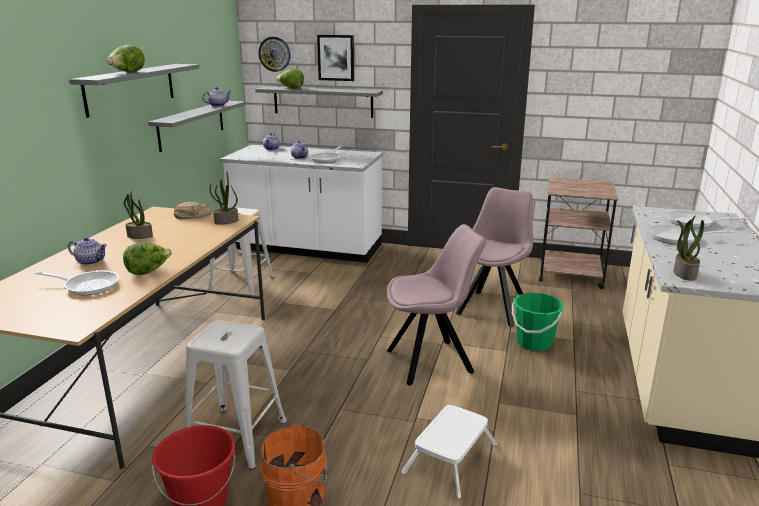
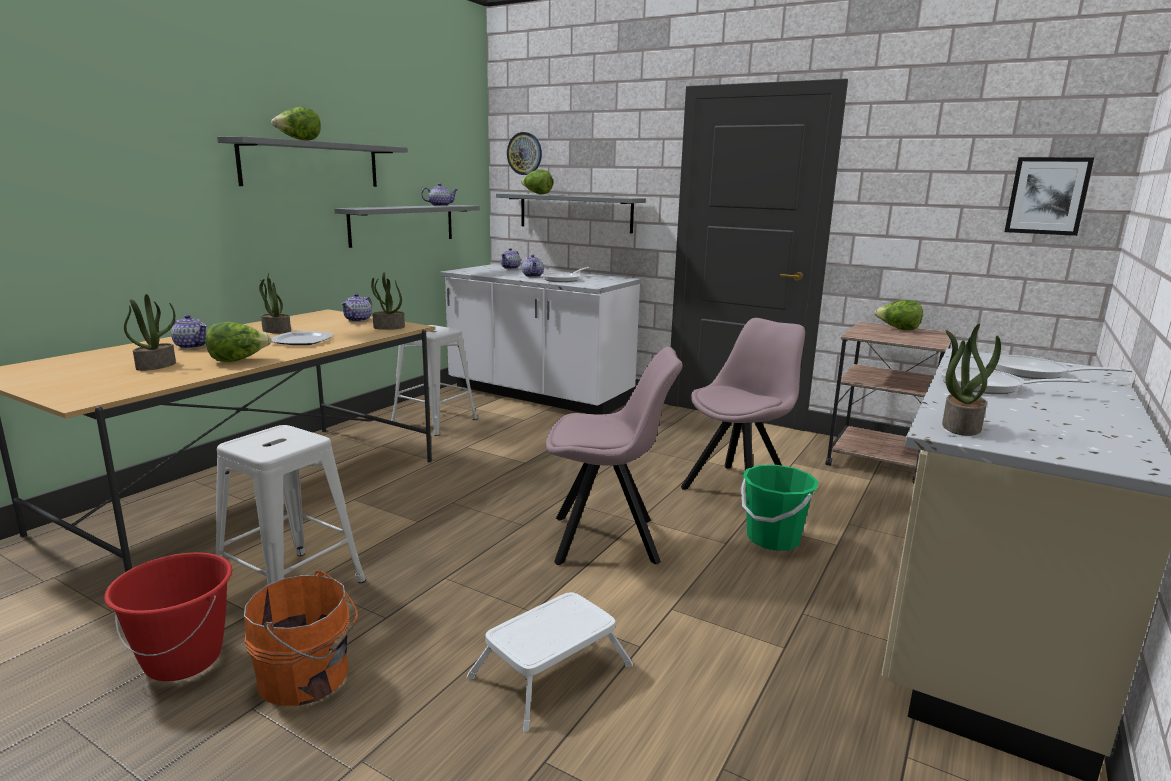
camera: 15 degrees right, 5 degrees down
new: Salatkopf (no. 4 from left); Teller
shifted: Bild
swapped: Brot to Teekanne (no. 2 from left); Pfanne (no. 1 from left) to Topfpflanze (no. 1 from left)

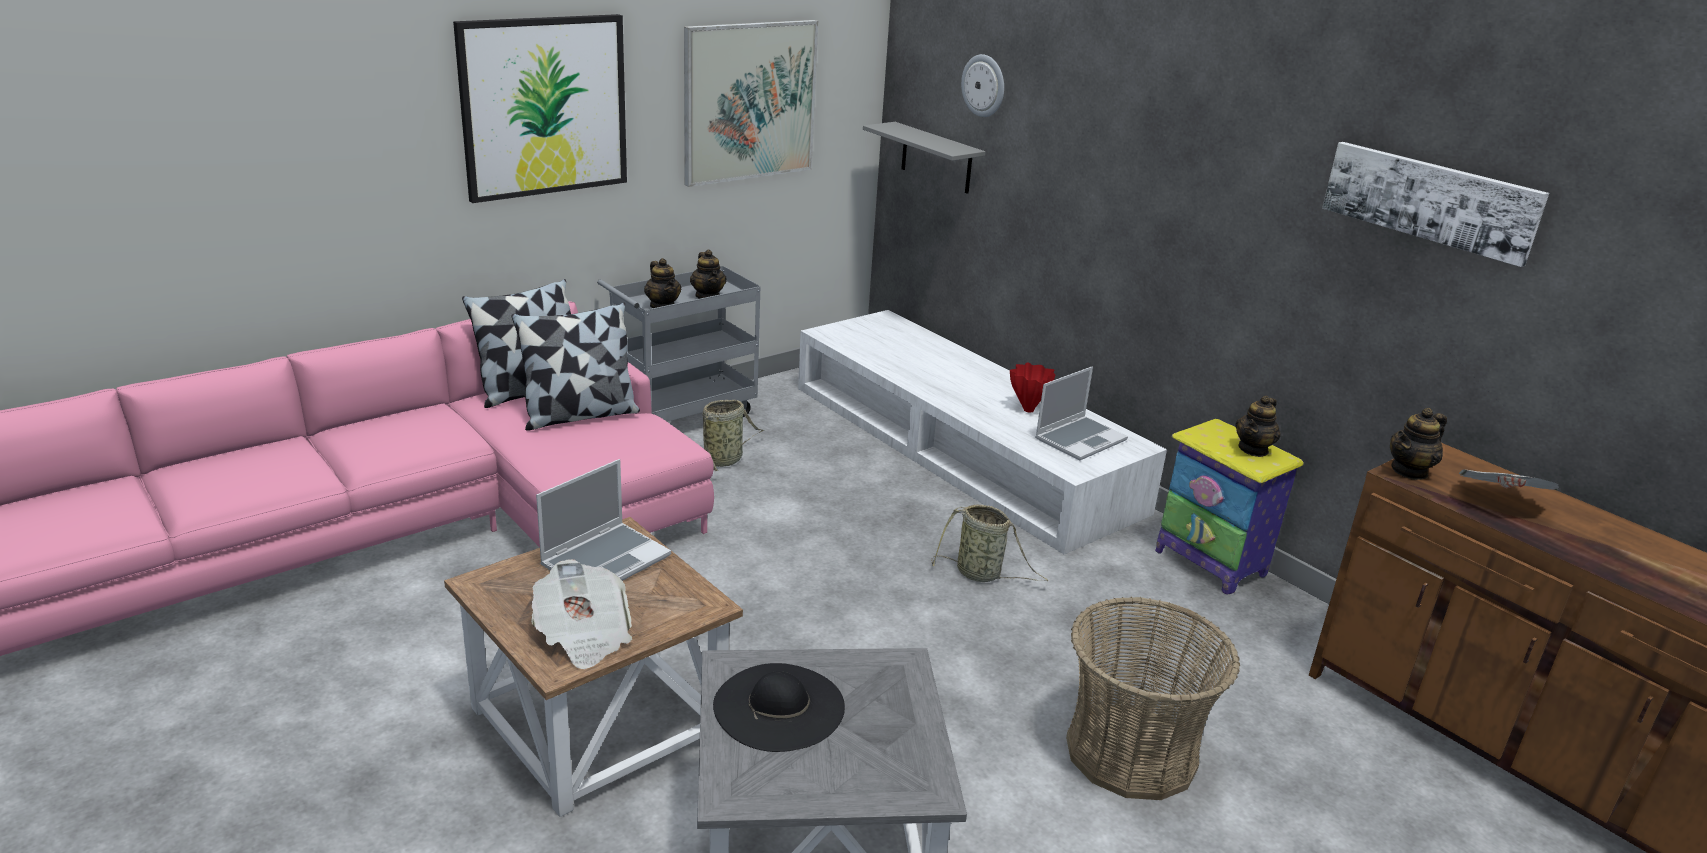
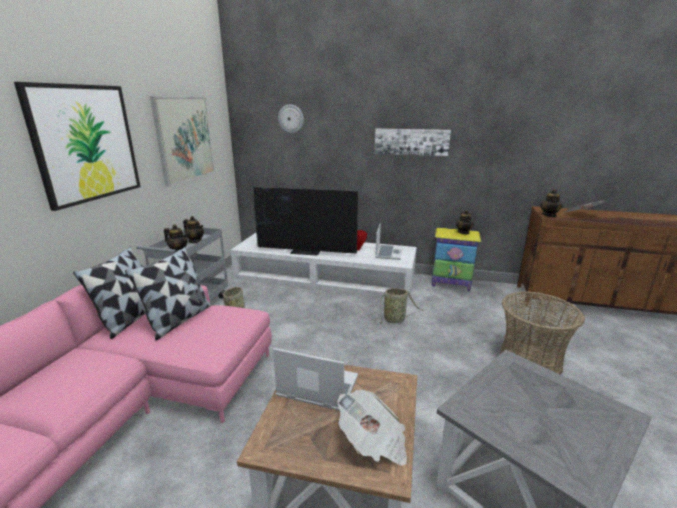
camera: 35 degrees left, 5 degrees down
gone: Wandregal/grau; Hut/schwarz
new: Fernseher
shifted: Bild (no. 3 from left)
rotated: Laptop (no. 1 from left) 75 degrees counterclockwise

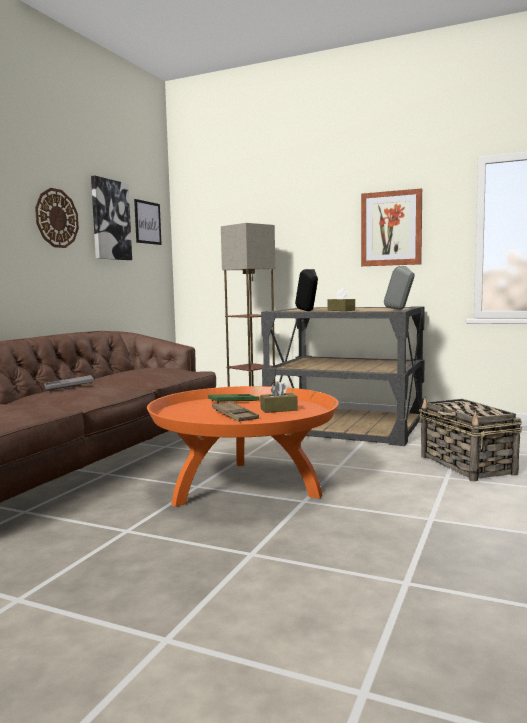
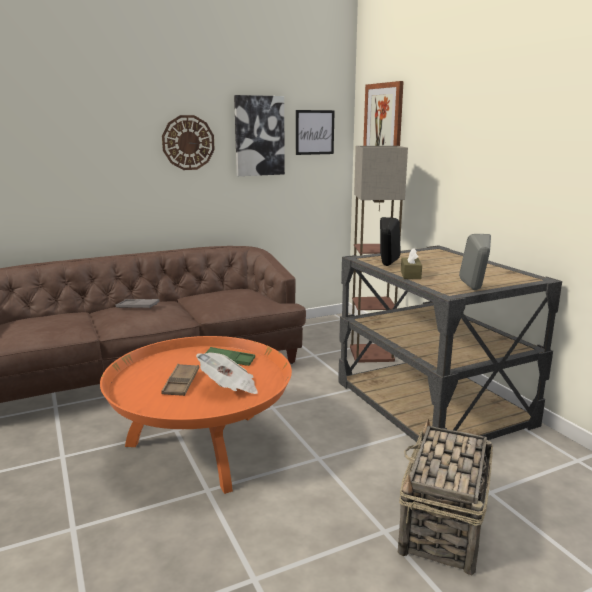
camera: 40 degrees right, 10 degrees up
shifted: Bild (no. 3 from left)
swapped: Taschentuchbox/braun (no. 1 from left) to Zeitung

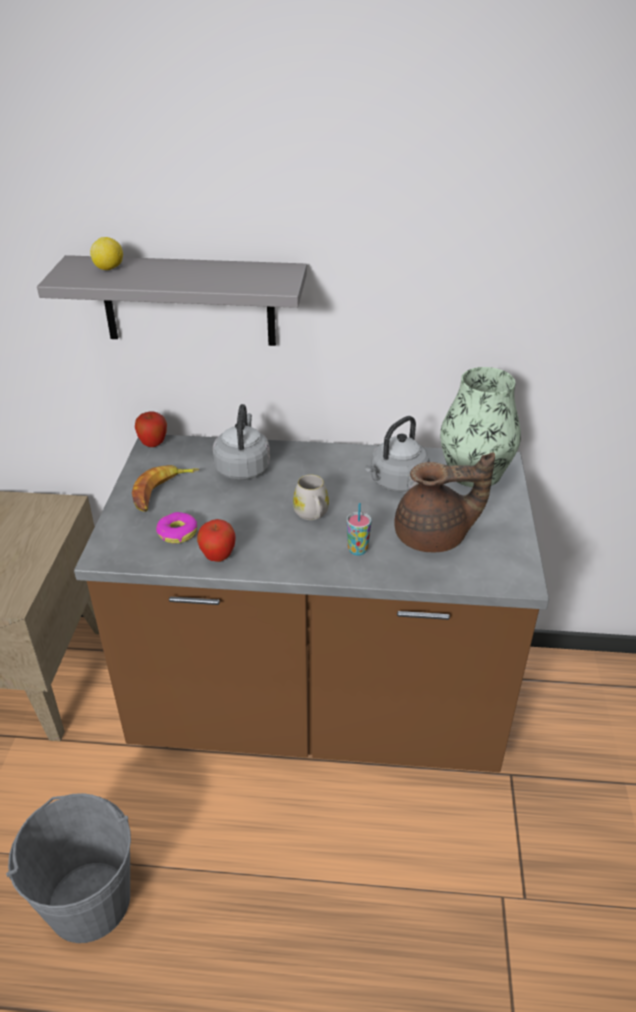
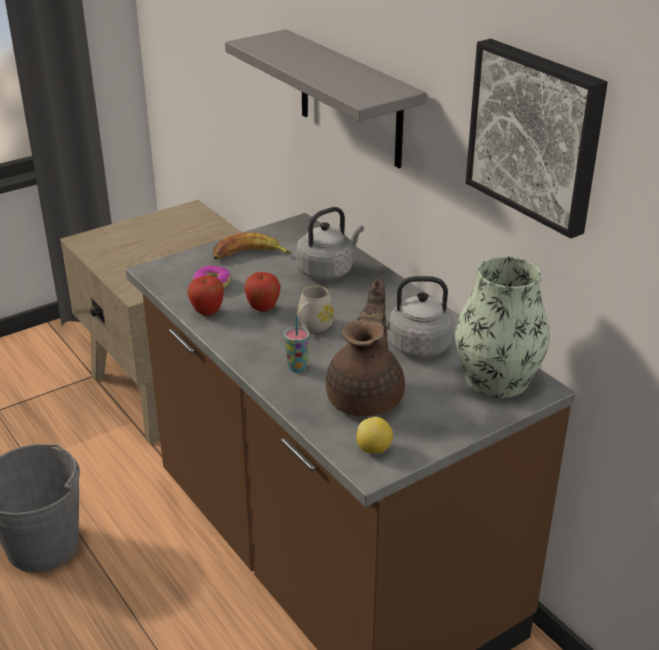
camera: 50 degrees right, 5 degrees down
new: Bild
shifted: Zitrone; Apfel (no. 1 from left in the first image) to Apfel (no. 2 from left)
rotated: Teekanne/braun 120 degrees counterclockwise

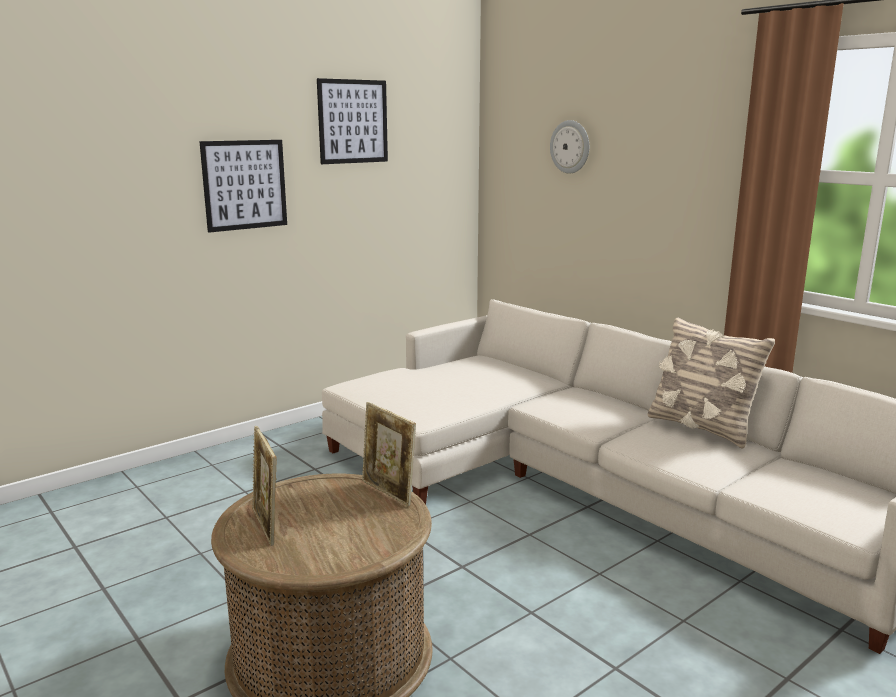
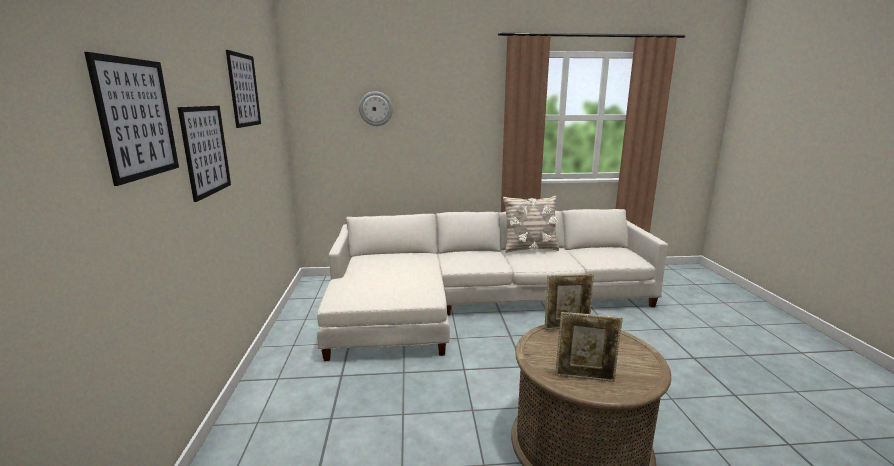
camera: 55 degrees left, 0 degrees up
new: Bild (no. 1 from left)

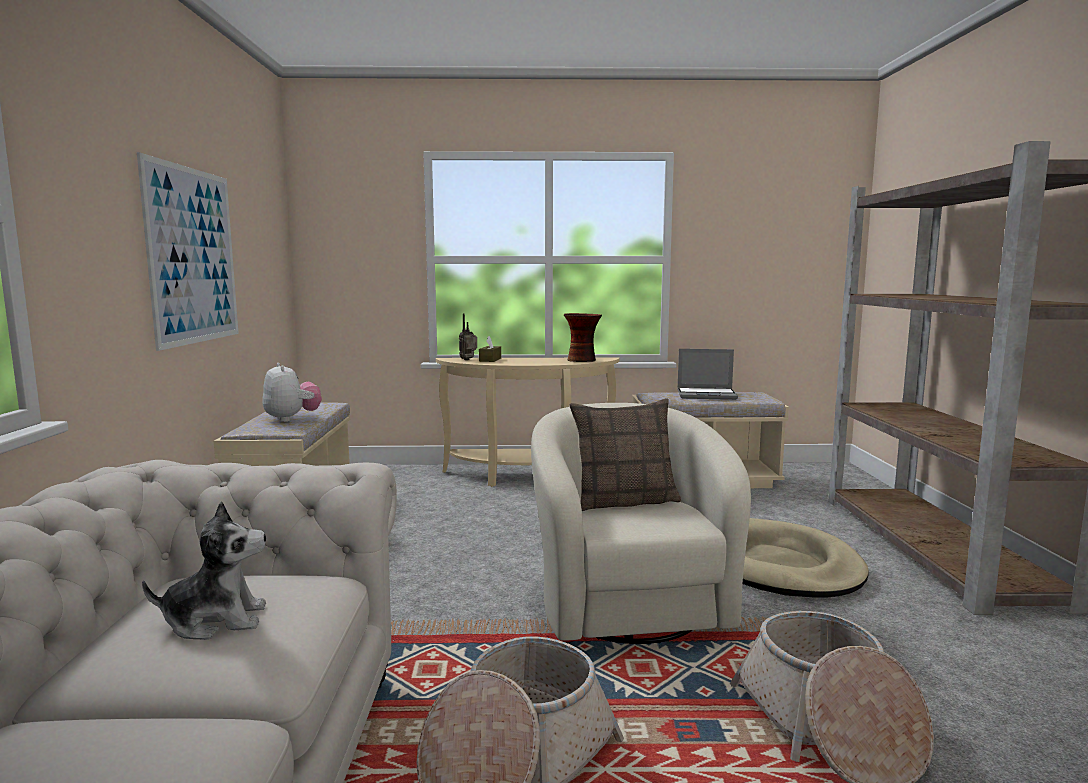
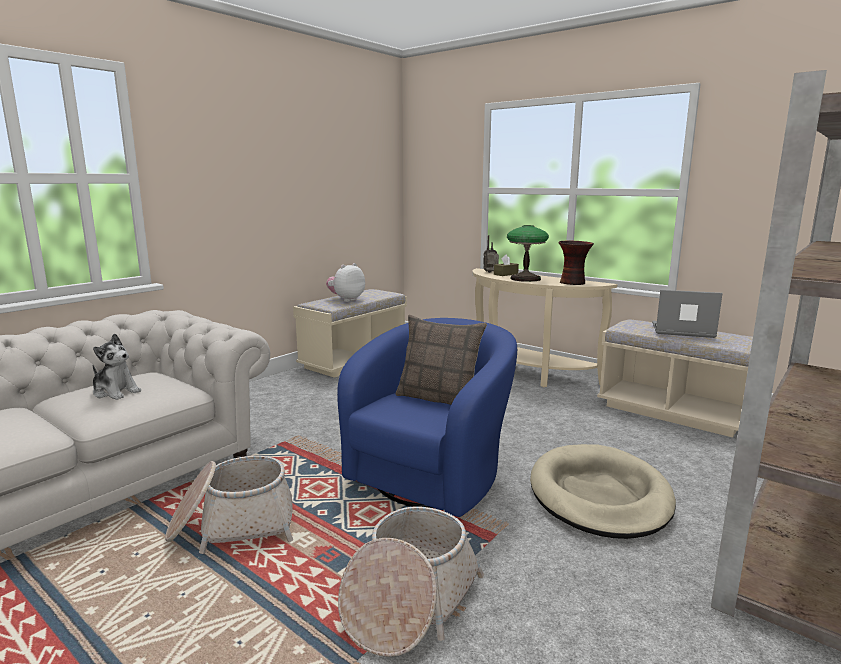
camera: 40 degrees right, 5 degrees up
gone: Bild
new: Tischlampe
repainted: Sessel/beige to Sessel/blau
rotated: Laptop 150 degrees clockwise; Plüschtier (no. 2 from left) 150 degrees counterclockwise

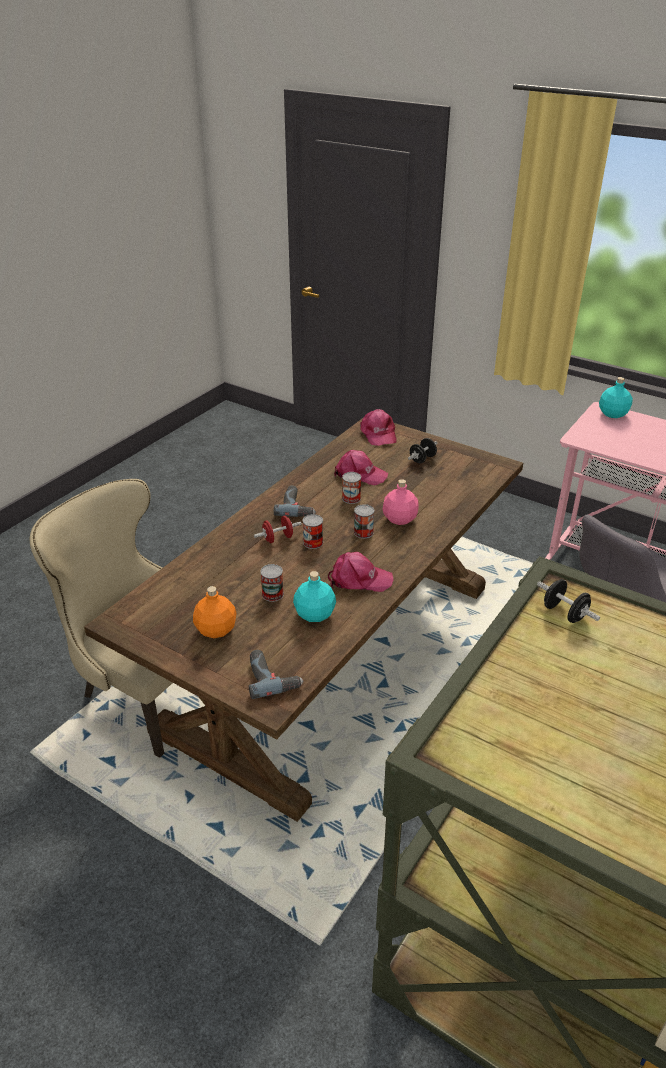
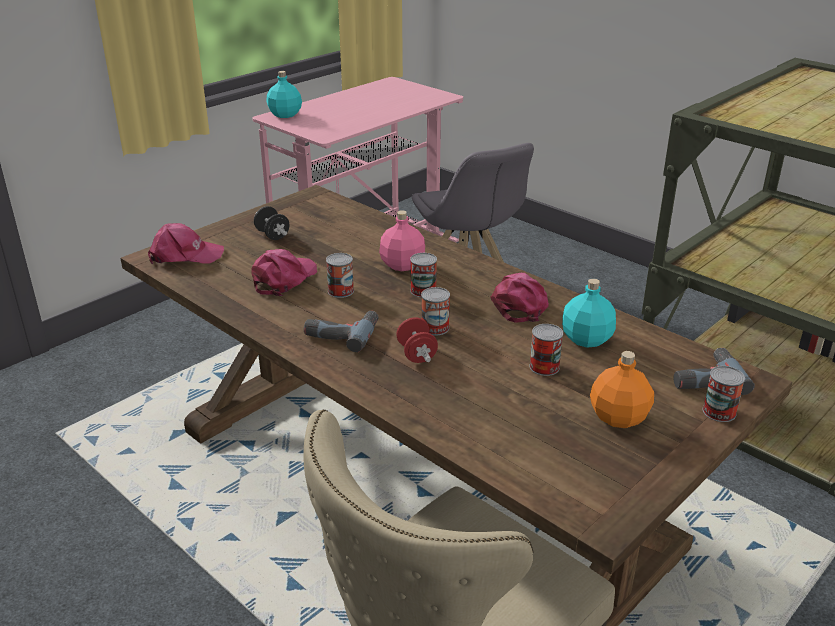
camera: 80 degrees left, 5 degrees down
gone: Hantel/schwarz (no. 2 from left)
new: Dose (no. 5 from left)

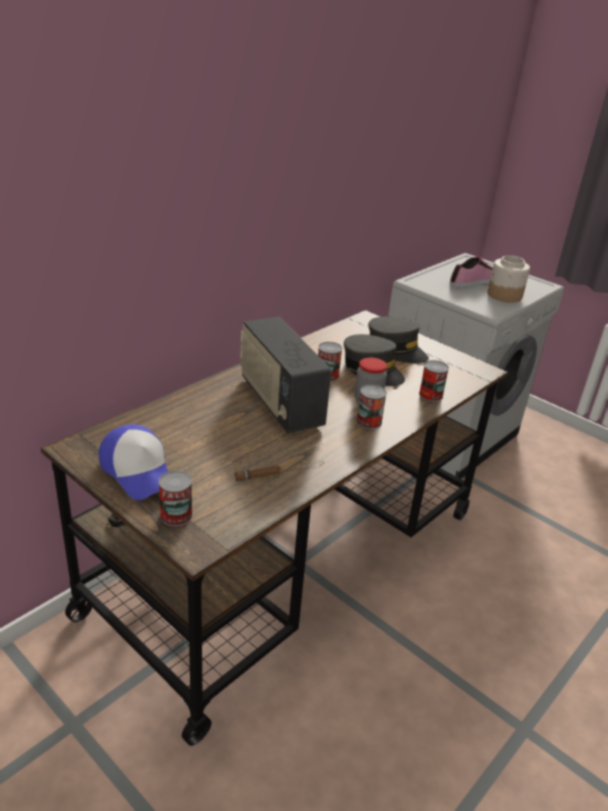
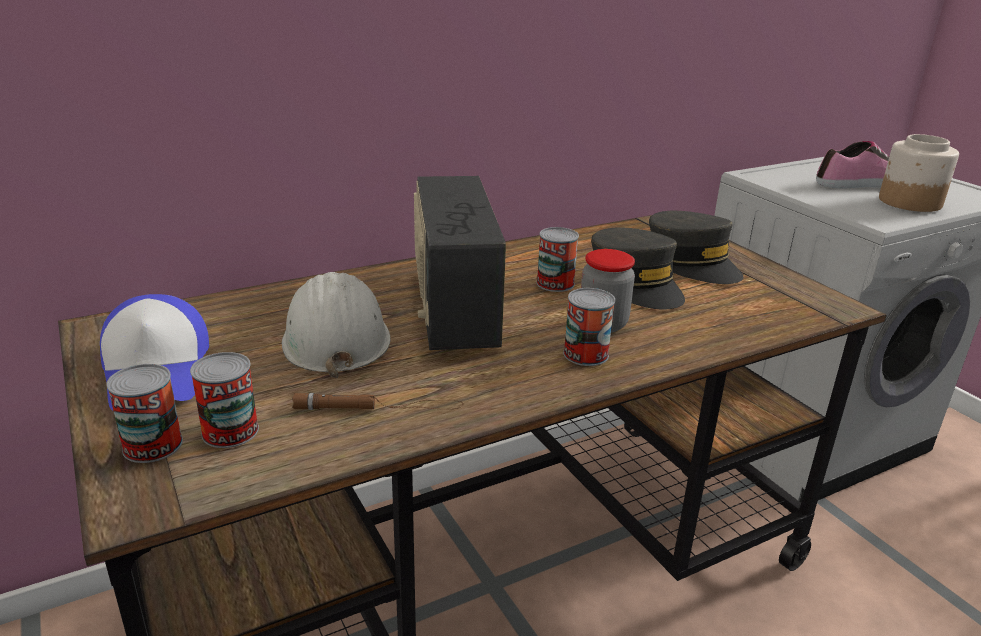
camera: 20 degrees right, 5 degrees down
new: Schutzhelm/weiß
shifted: Dose (no. 4 from left in the first image) to Dose (no. 2 from left)

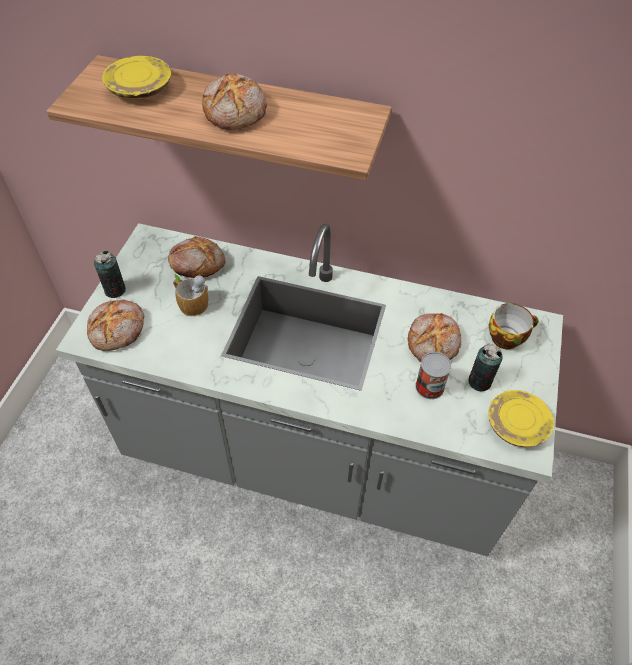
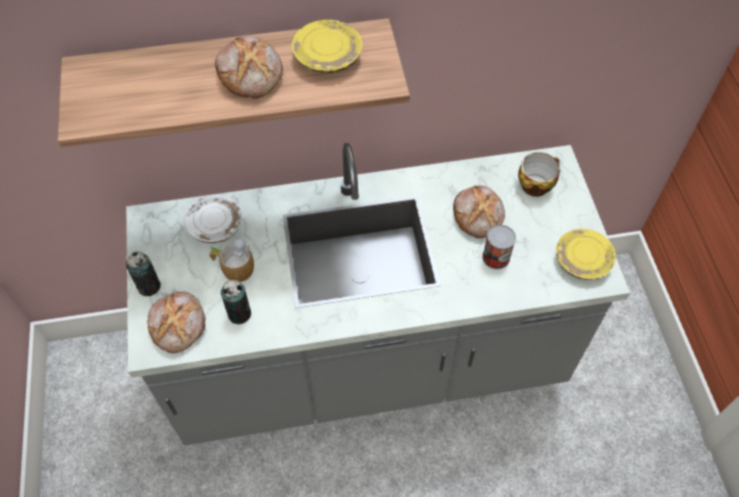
camera: 25 degrees left, 5 degrees up
shifted: Teller/gelb (no. 1 from left); Dose (no. 3 from left in the first image) to Dose (no. 2 from left)
swapped: Brot (no. 2 from left) to Teller/weiß

